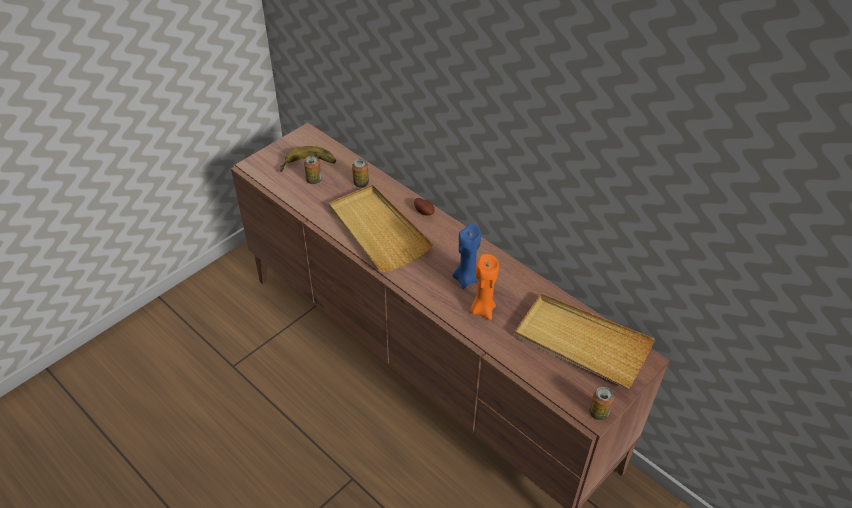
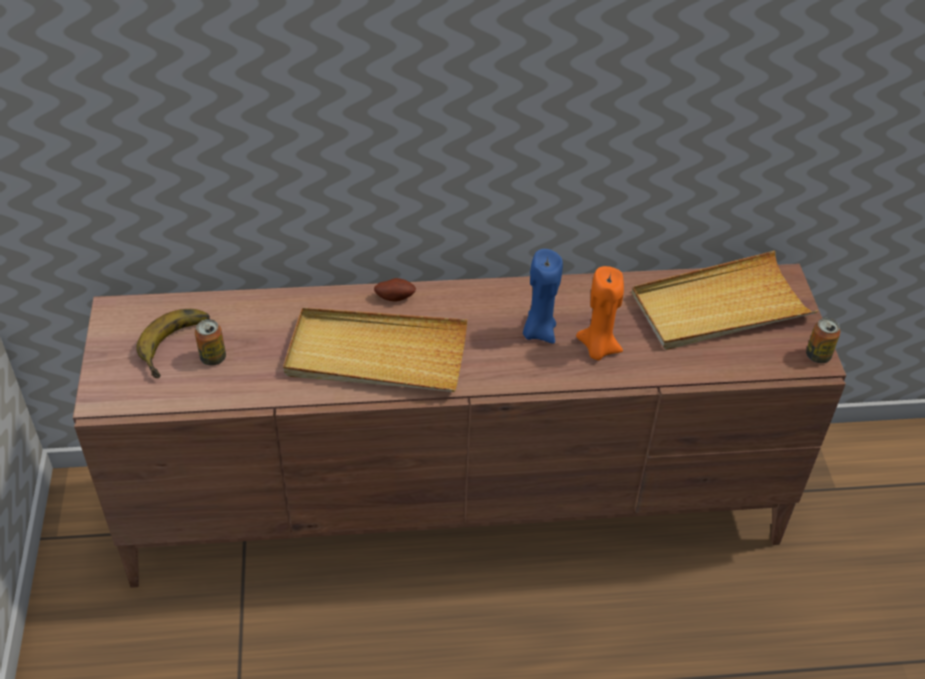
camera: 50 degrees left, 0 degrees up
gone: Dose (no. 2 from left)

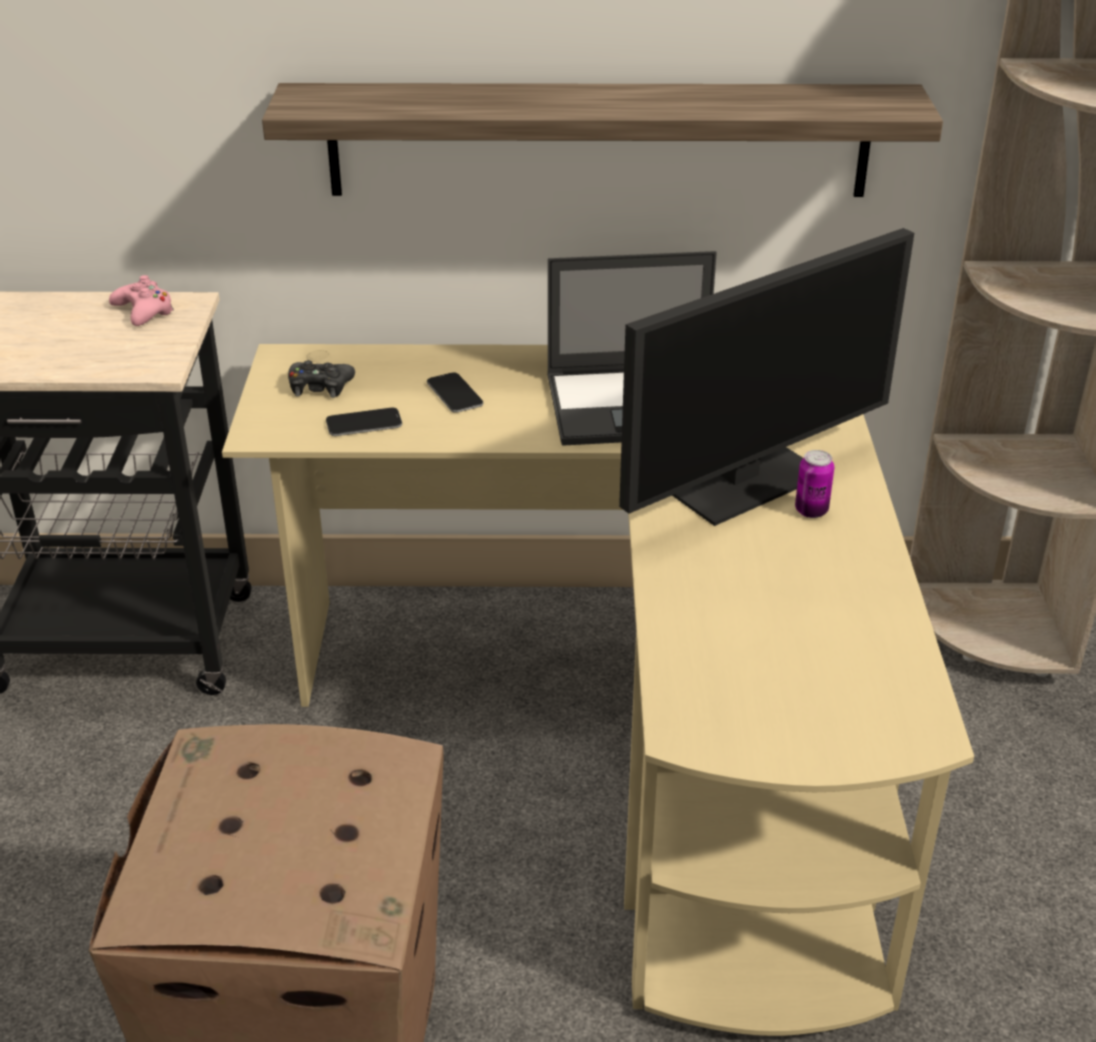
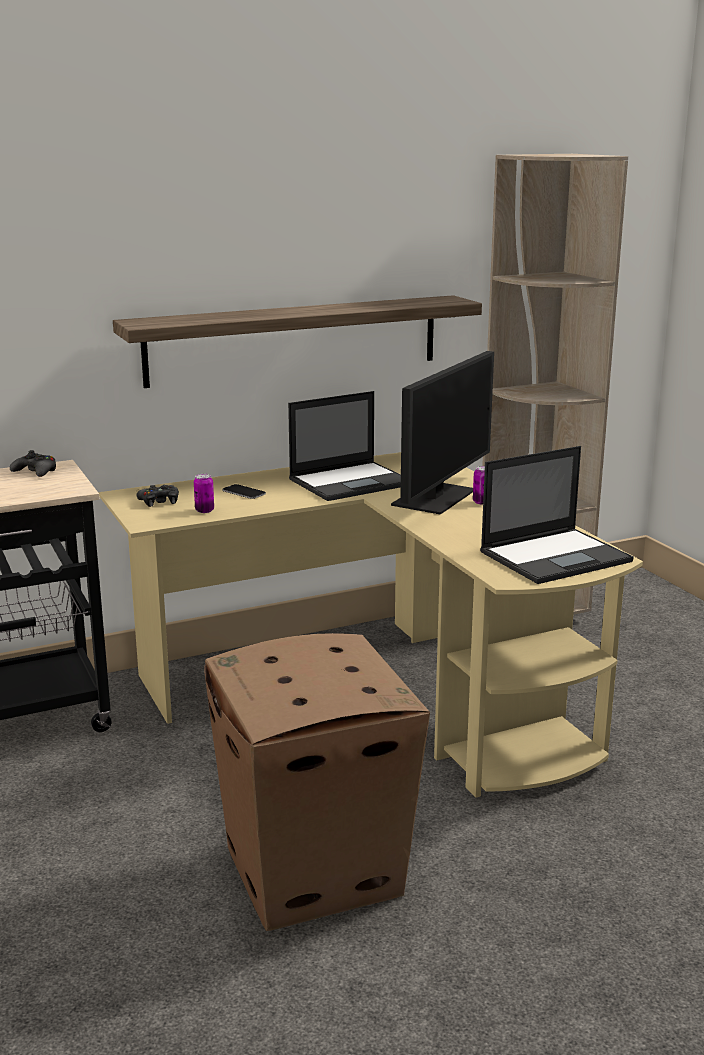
camera: 25 degrees left, 15 degrees down
new: Laptop (no. 2 from left)
swapped: Handy (no. 1 from left) to Dose (no. 1 from left)
repainted: Gamepad/rosa to Gamepad/schwarz (no. 1 from left)

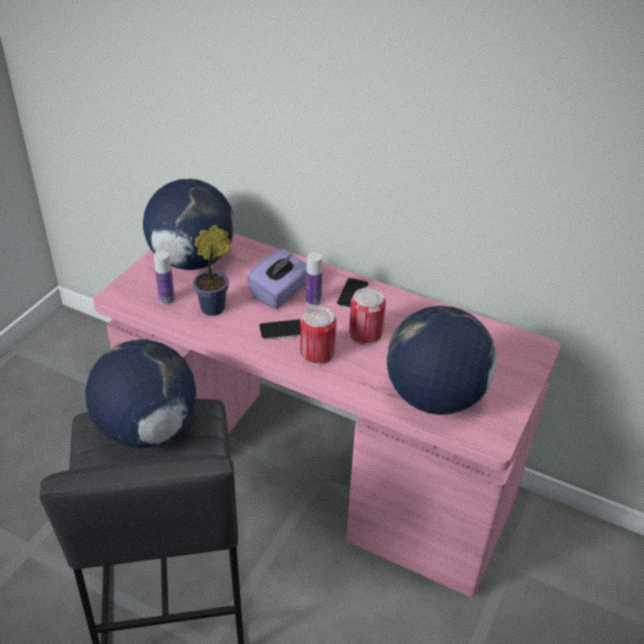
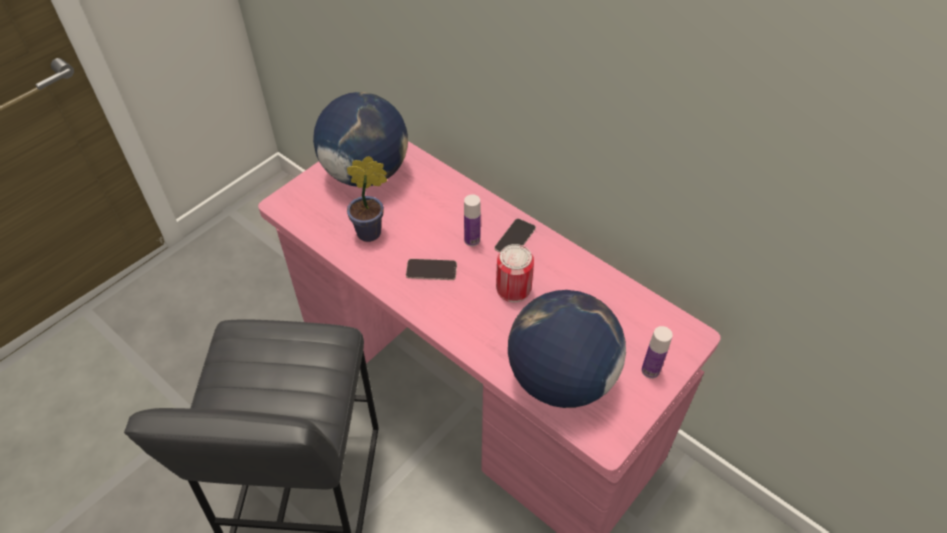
camera: 15 degrees right, 10 degrees up
gone: Taschentuchbox/lila; Dose (no. 1 from left); Globus (no. 1 from left)
shifted: Flasche (no. 1 from left in the first image) to Flasche (no. 2 from left)

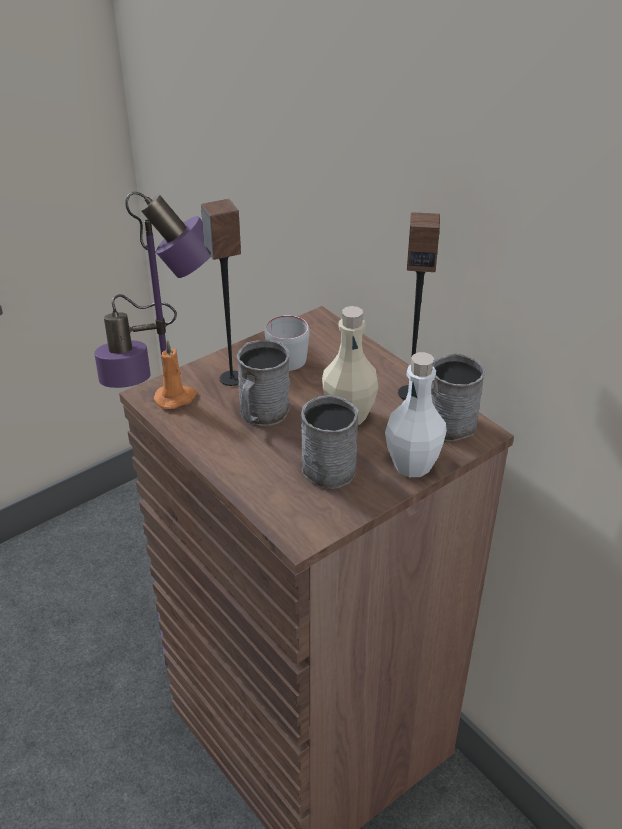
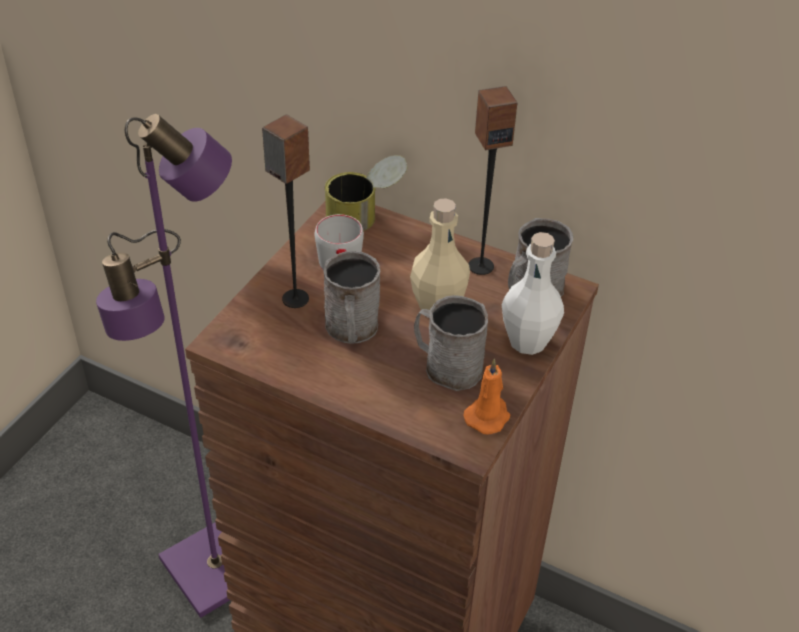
camera: 25 degrees left, 5 degrees up
new: Dose
shifted: Kerze/orange

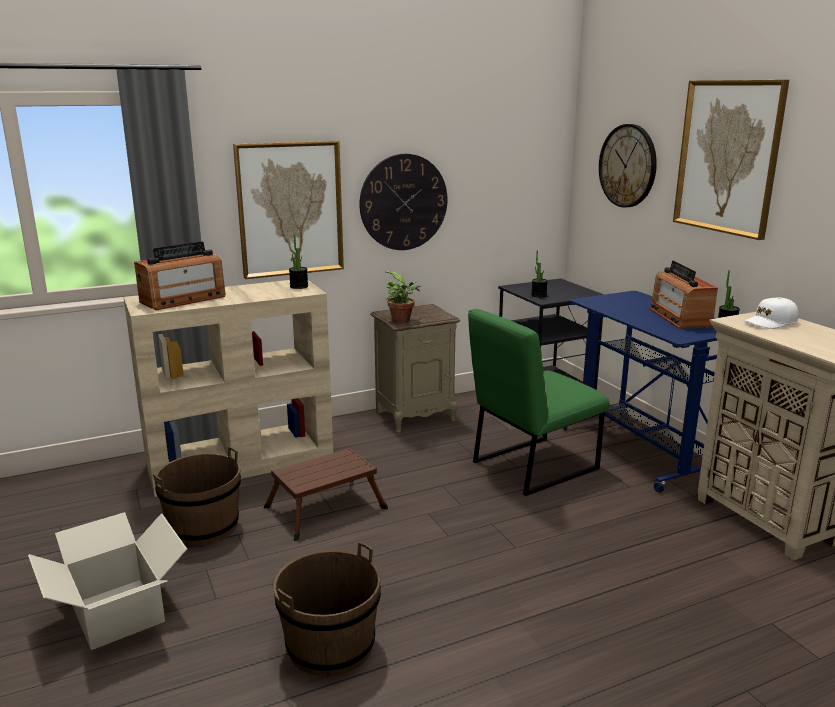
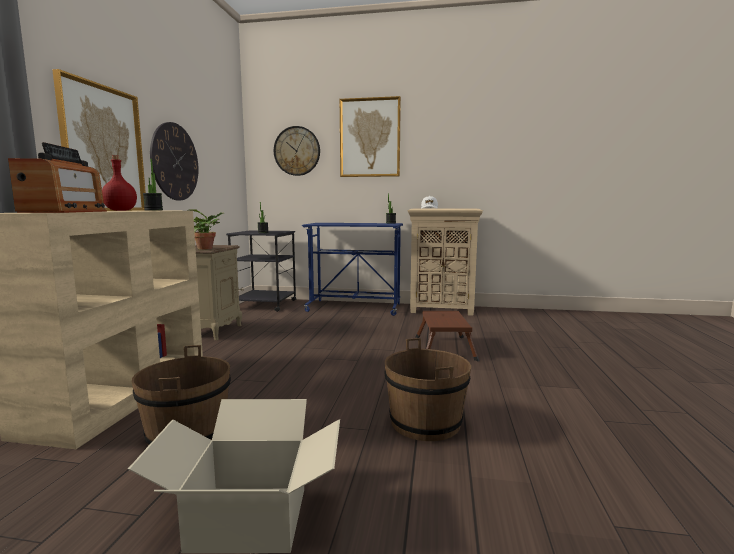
camera: 55 degrees left, 10 degrees down
gone: Radio (no. 2 from left); Stuhl/grün
new: Flasche/rot
shifted: Trittleiter/braun

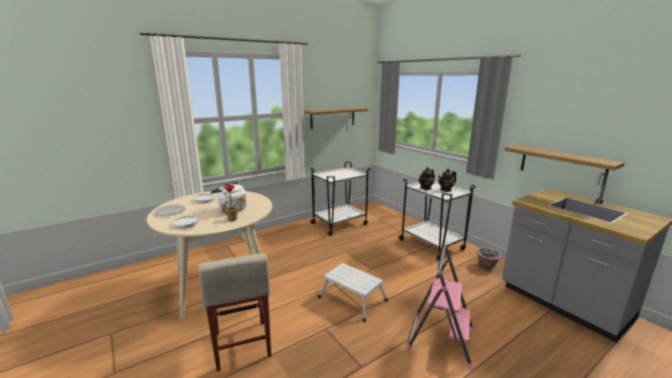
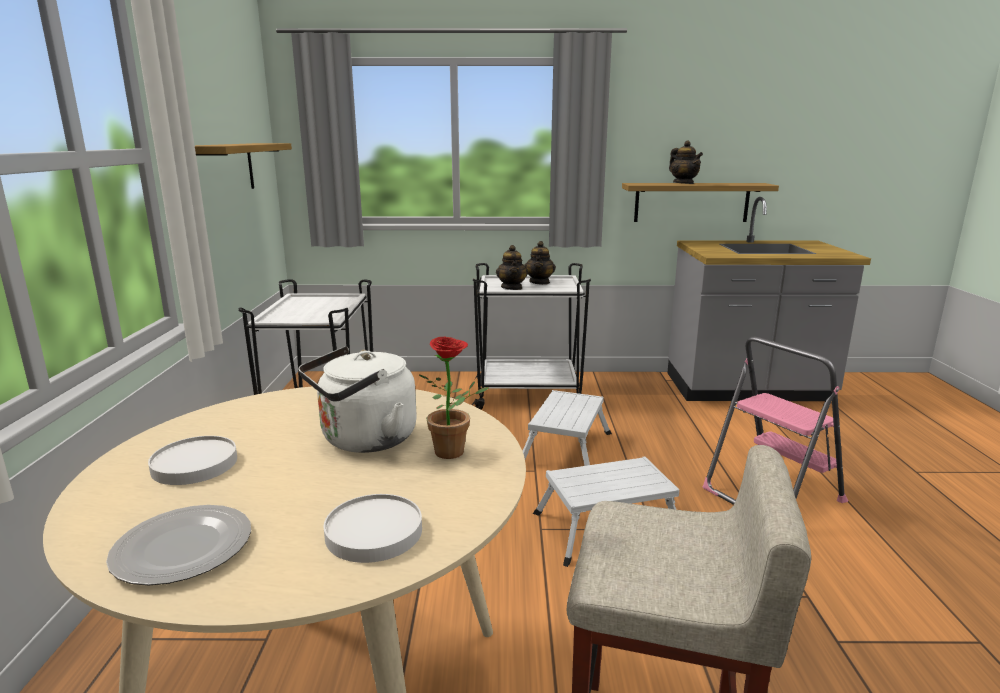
camera: 55 degrees left, 0 degrees up
gone: Topfpflanze (no. 2 from left)
new: Teekanne (no. 3 from left); Trittleiter/weiß (no. 1 from left)

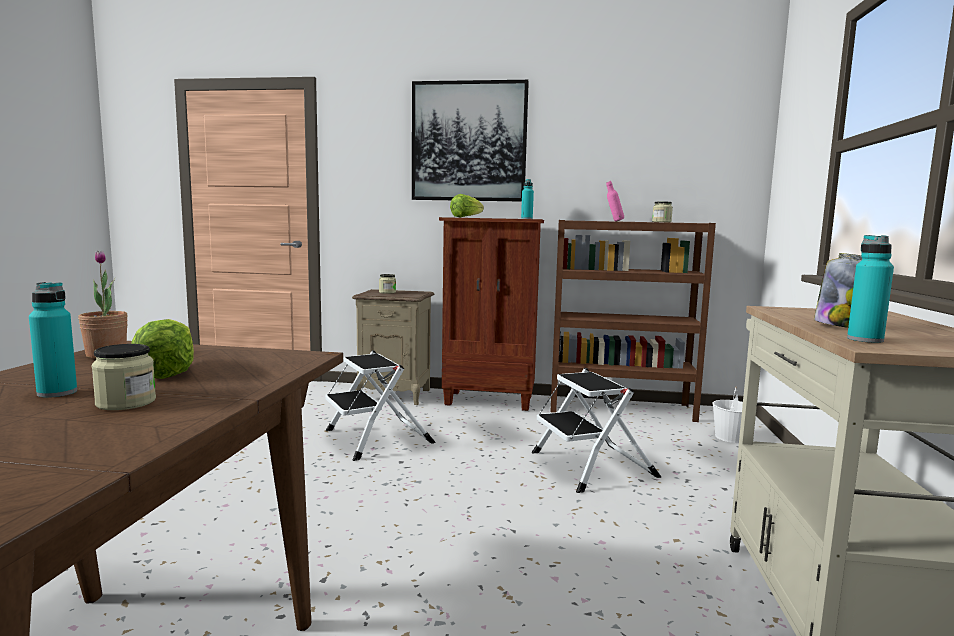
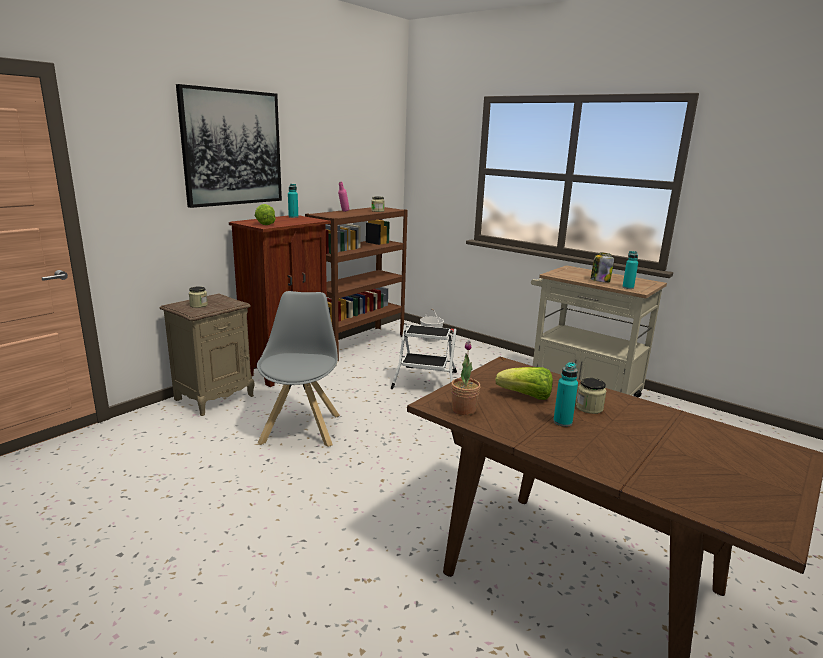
camera: 60 degrees left, 10 degrees up
swapped: Trittleiter (no. 1 from left) to Stuhl/grau

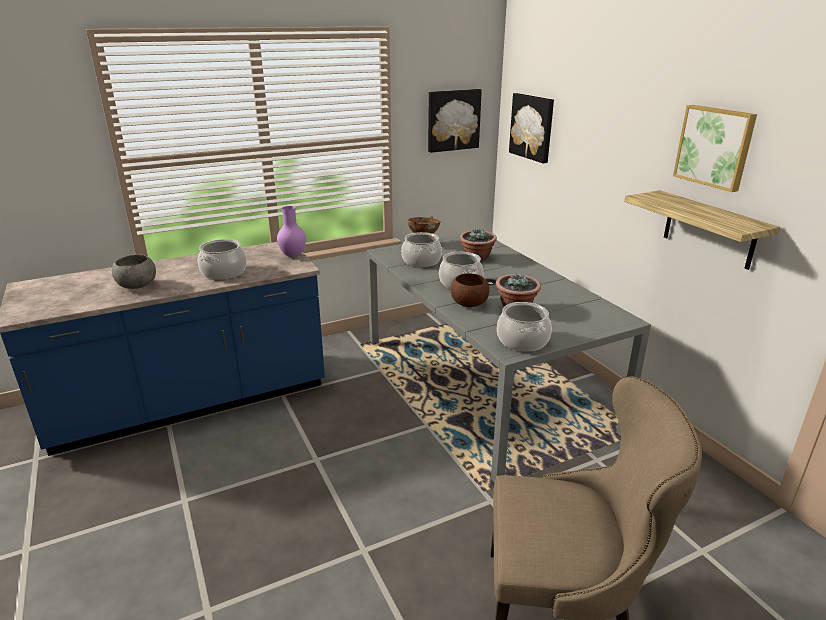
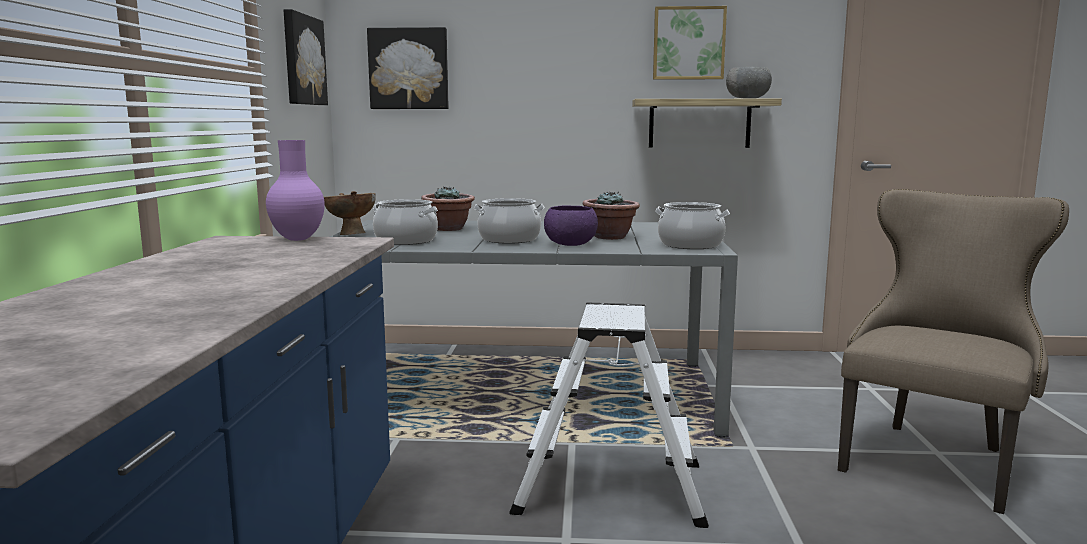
camera: 60 degrees left, 15 degrees down
gone: Kochtopf (no. 1 from left)
new: Trittleiter/weiß
shifted: Schüssel/grau
repainted: Schüssel/braun (no. 2 from left) to Schüssel/lila

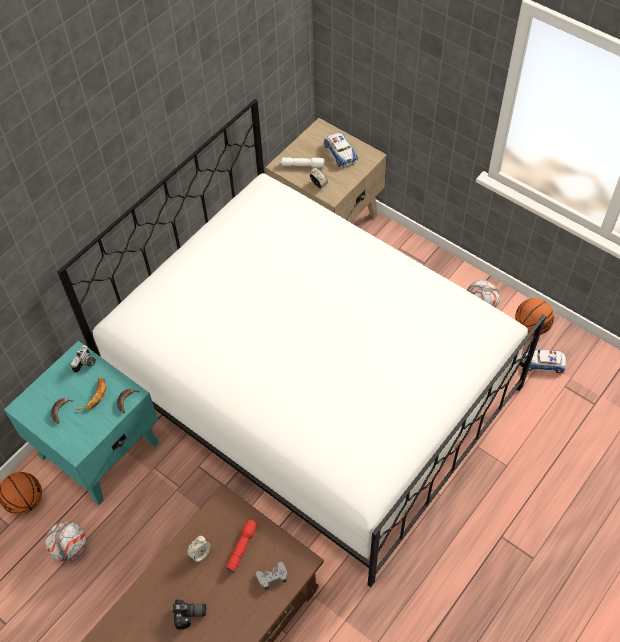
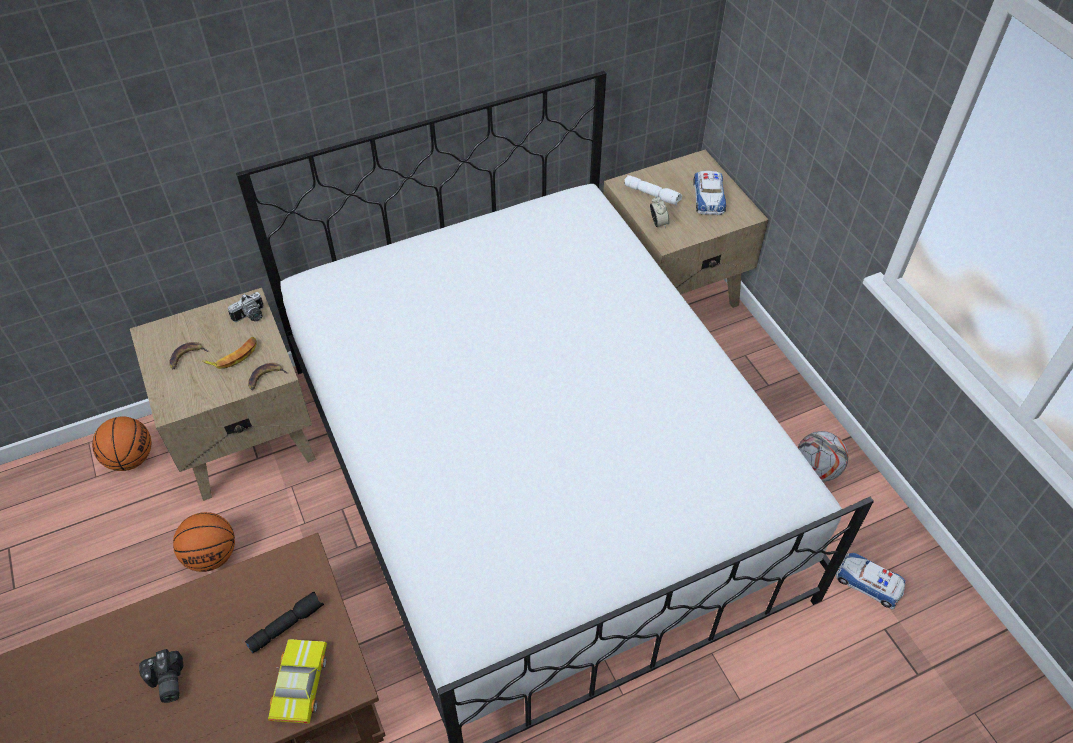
camera: 25 degrees right, 5 degrees down
gone: Fußball (no. 1 from left); Wecker (no. 1 from left)
shifted: Basketball (no. 2 from left)
swapped: Gamepad/grau to Spielzeugauto (no. 1 from left)
repainted: Nachttisch/türkis to Nachttisch/beige (no. 1 from left); Taschenlampe/rot to Taschenlampe/schwarz
rotated: Kamera (no. 2 from left in the first image) 45 degrees clockwise

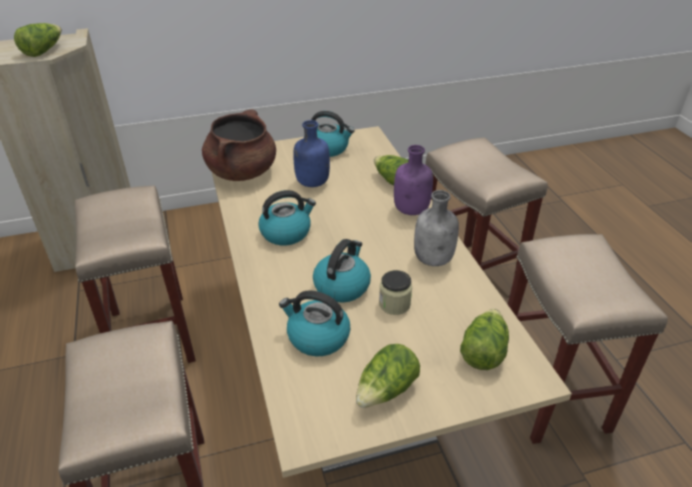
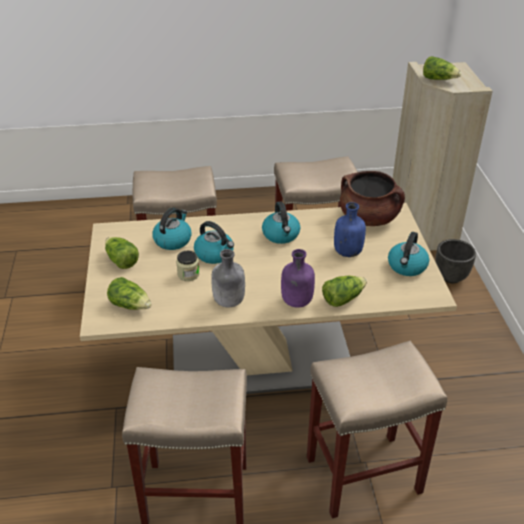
camera: 100 degrees right, 0 degrees up
new: Pflanzkübel/schwarz

